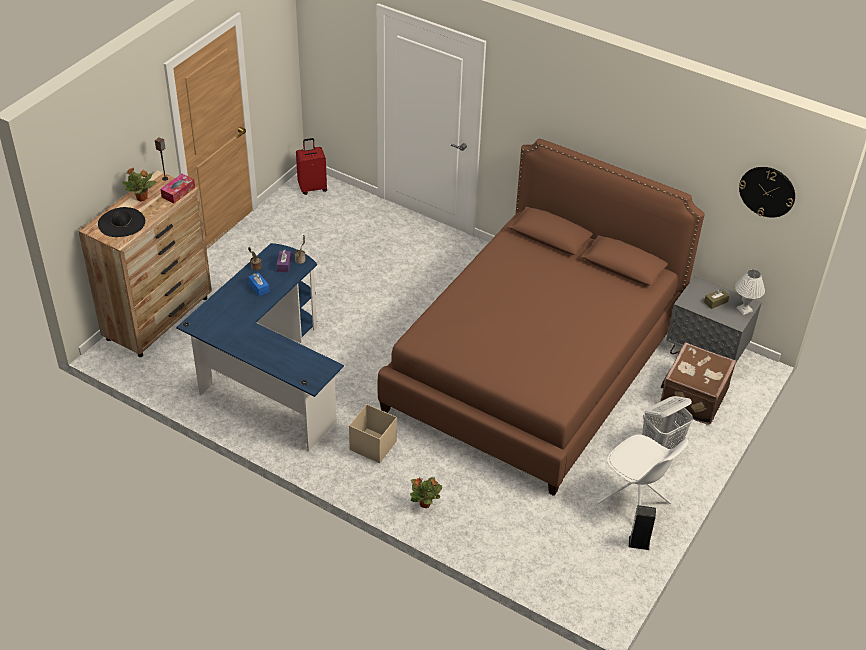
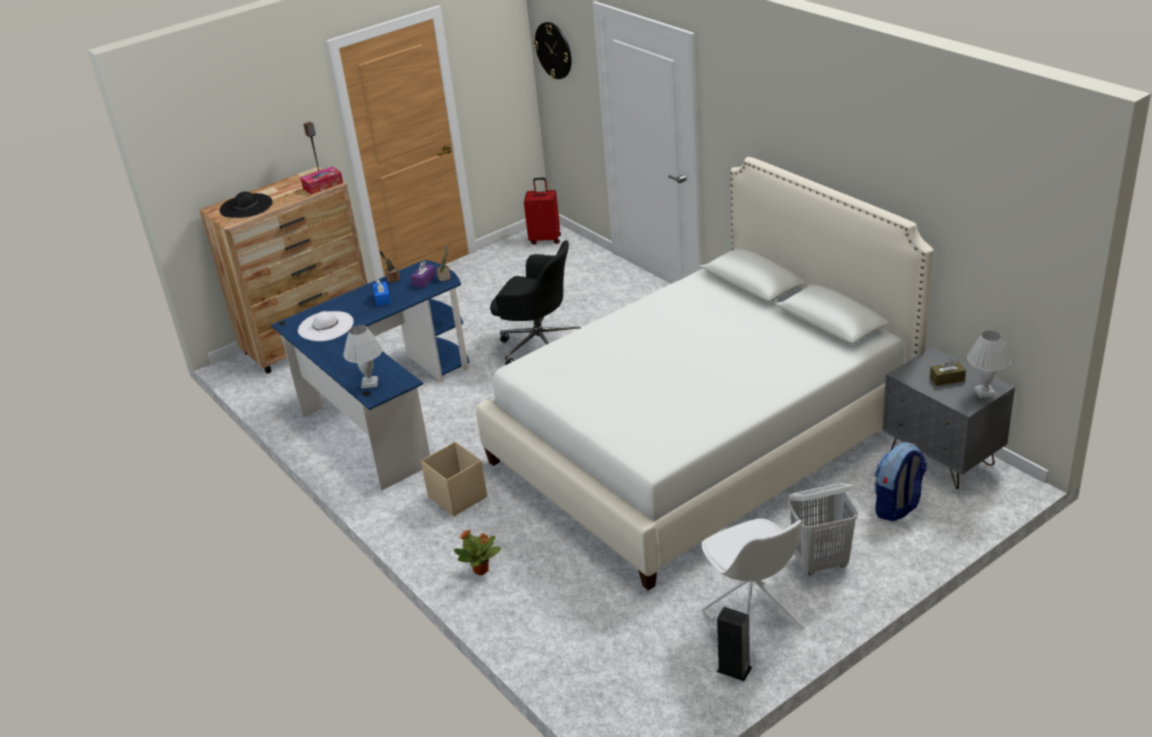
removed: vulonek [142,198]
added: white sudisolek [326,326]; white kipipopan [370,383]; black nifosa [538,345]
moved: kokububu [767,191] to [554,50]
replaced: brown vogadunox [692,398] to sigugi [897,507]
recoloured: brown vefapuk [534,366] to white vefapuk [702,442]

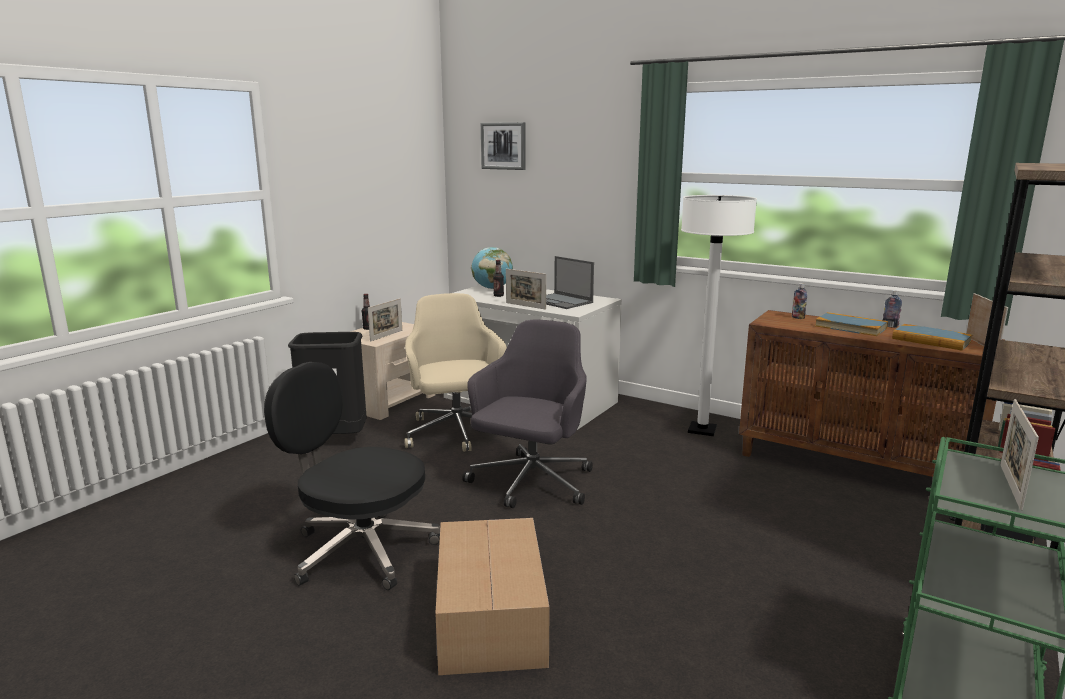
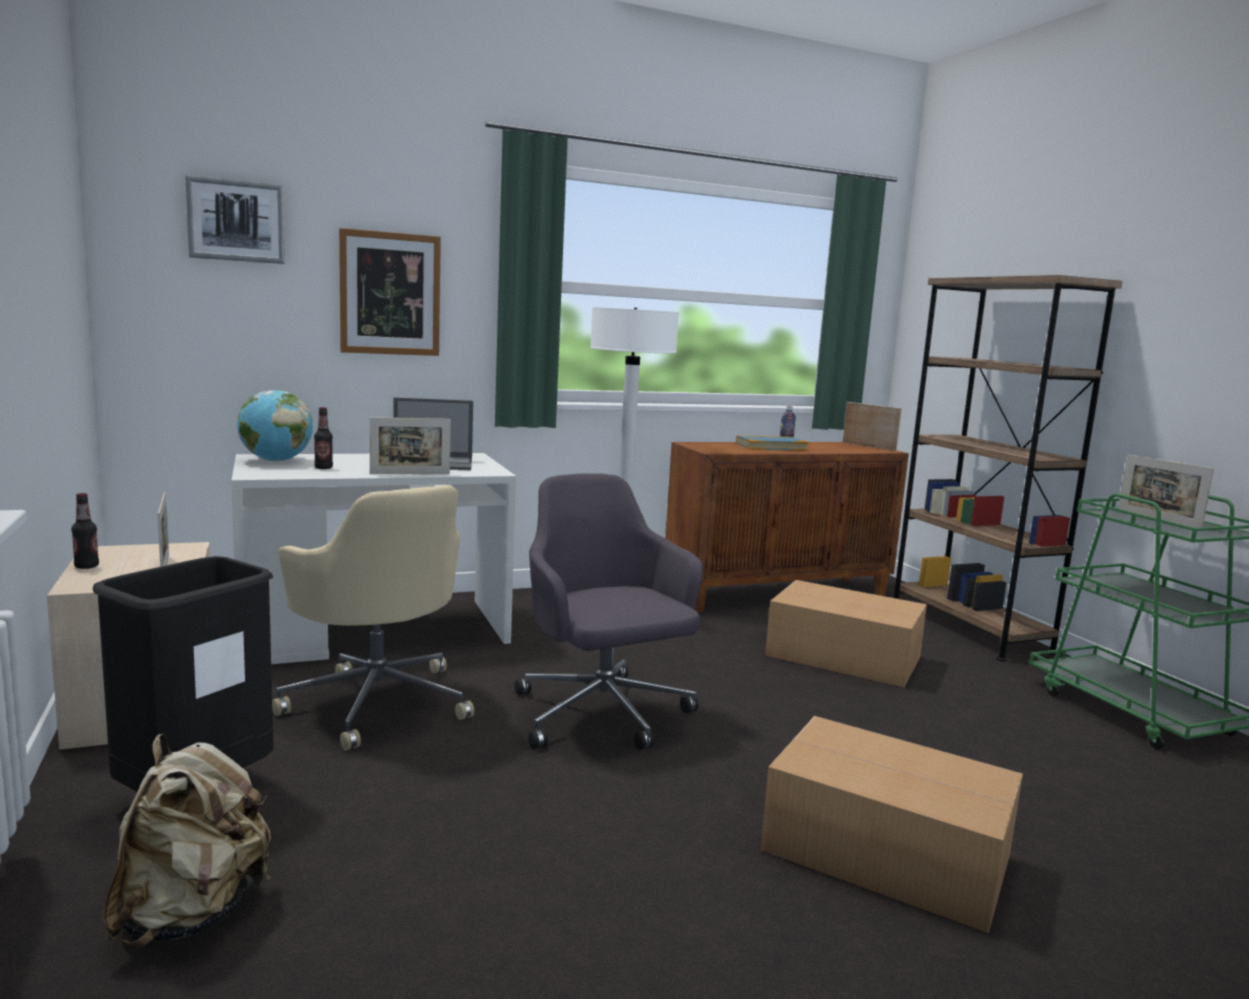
removed: black nifosa [360,550]; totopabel [798,317]; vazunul [931,340]
added: beige sigugi [191,914]; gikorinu [390,294]; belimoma [845,657]
turned: beige nifosa [456,433] = [377,702] 150 degrees counterclockwise

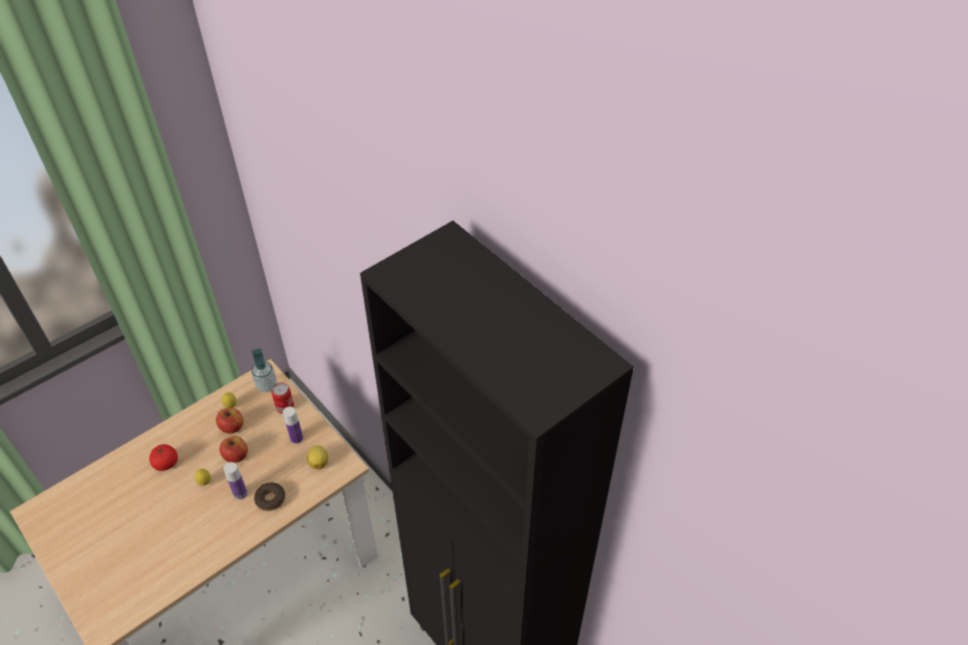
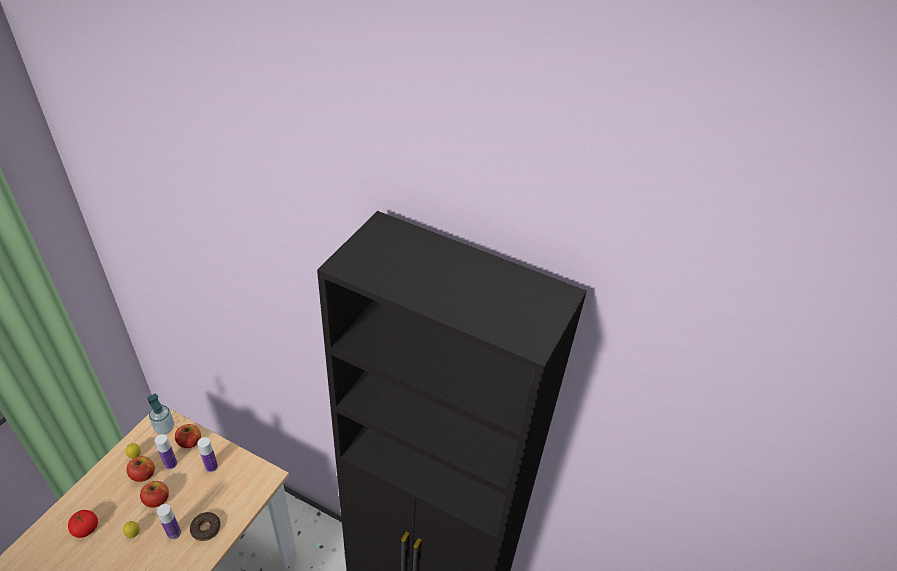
removed: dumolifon [319,462]
added: totopabel [170,464]
replaced: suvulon [285,407] to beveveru [190,442]

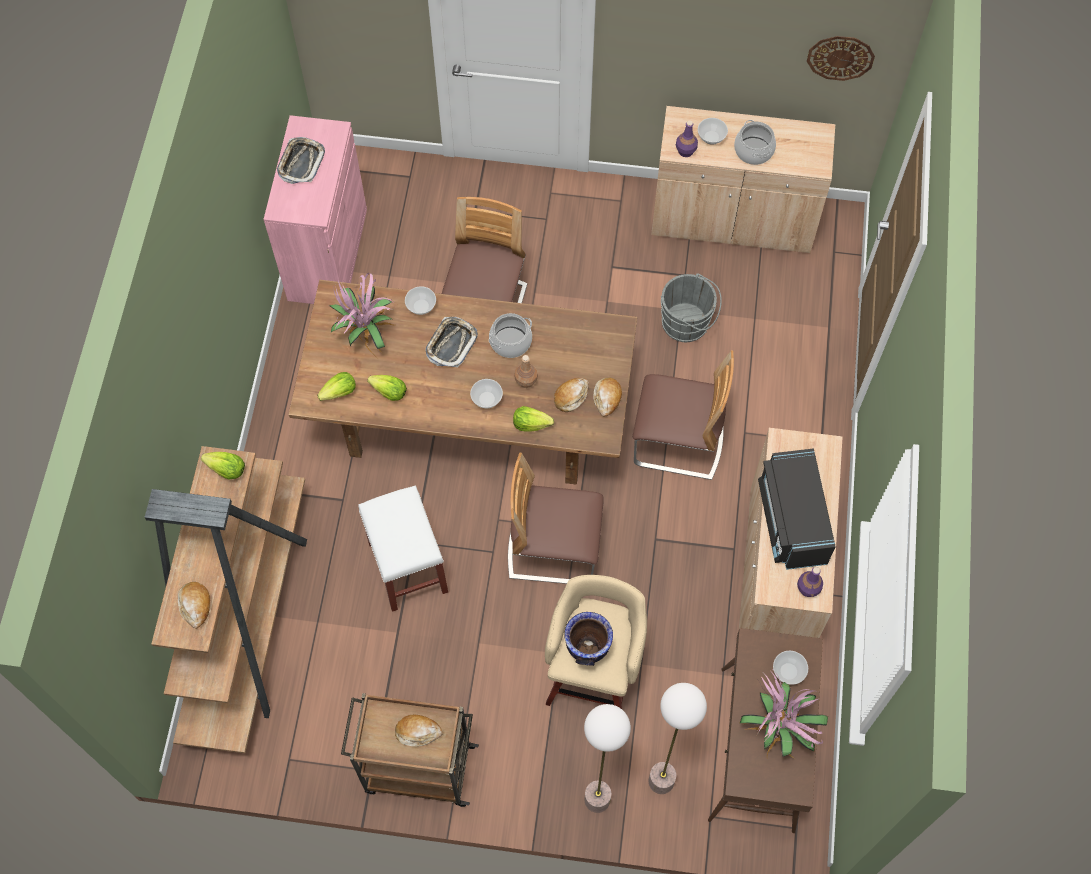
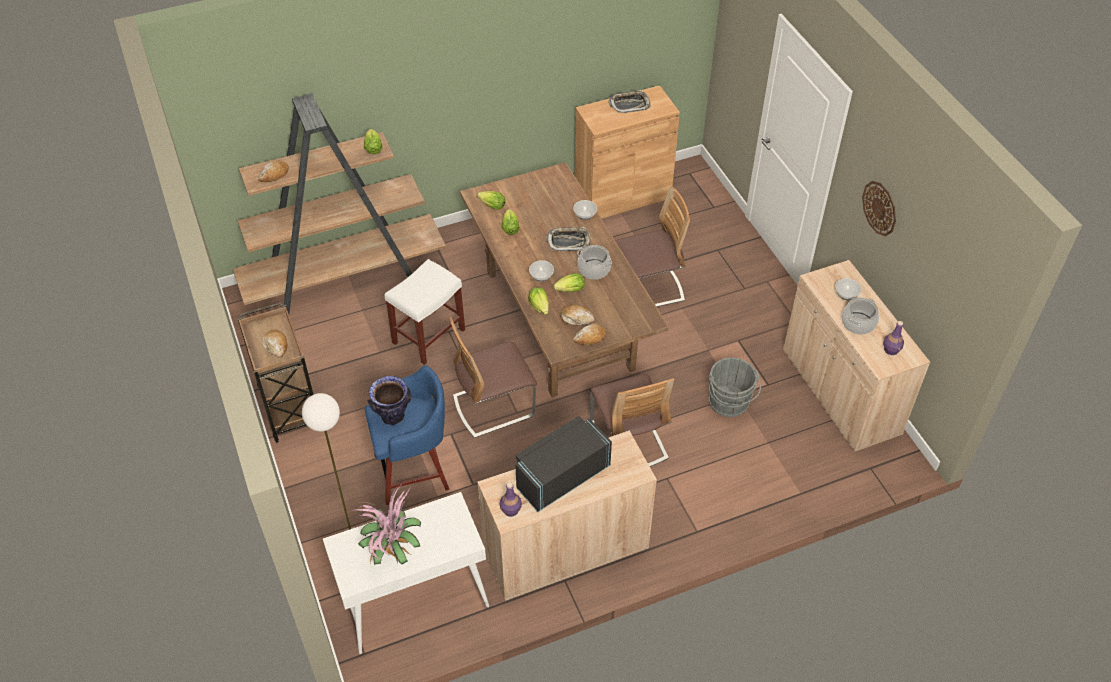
removed: vulonek [366,332]; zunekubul [597,800]; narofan [788,671]
moved: purple totopabel [685,150] to [891,350]; kokububu [840,57] to [879,208]
replaced: brown totopabel [526,381] to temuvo [570,290]
recoloured: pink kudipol [327,254] to brown kudipol [622,196]; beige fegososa [594,673] to blue fegososa [414,471]; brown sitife [758,750] to white sitife [413,600]
turned: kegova [553,548] = [493,406] 90 degrees counterclockwise

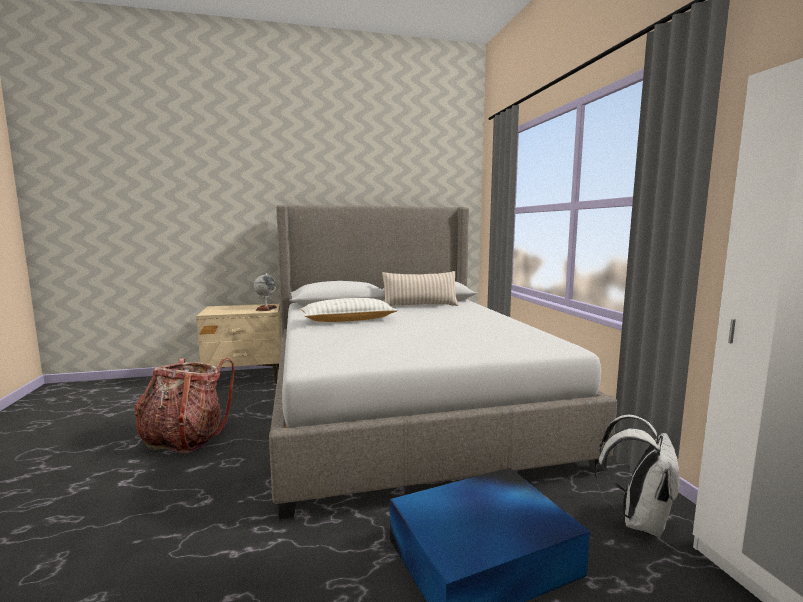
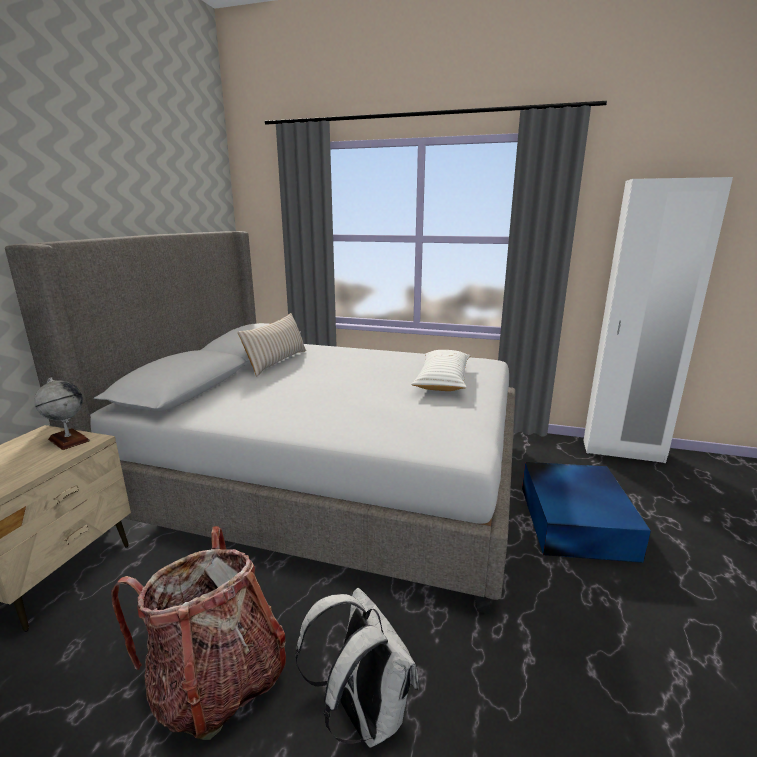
moved: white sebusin [348,320] to [443,380]; white sigugi [638,520] to [363,713]

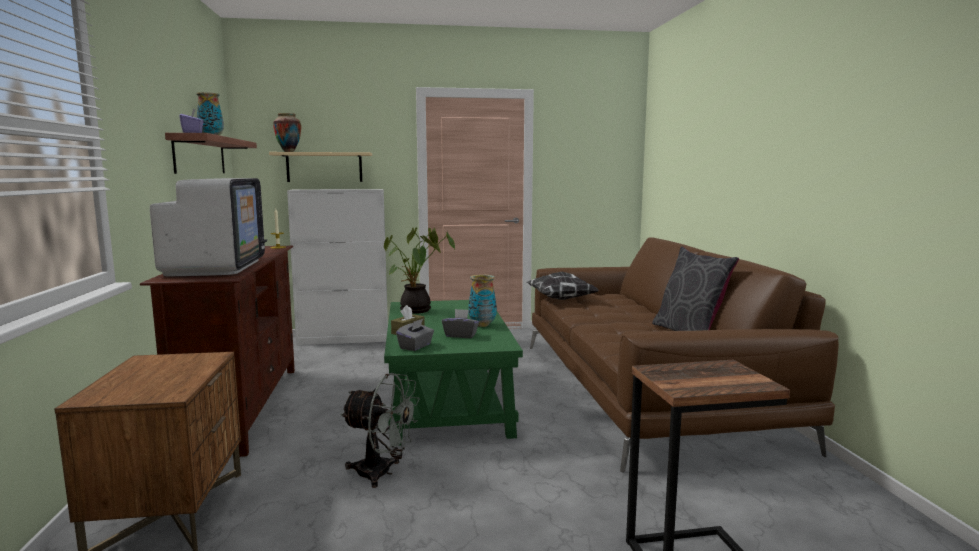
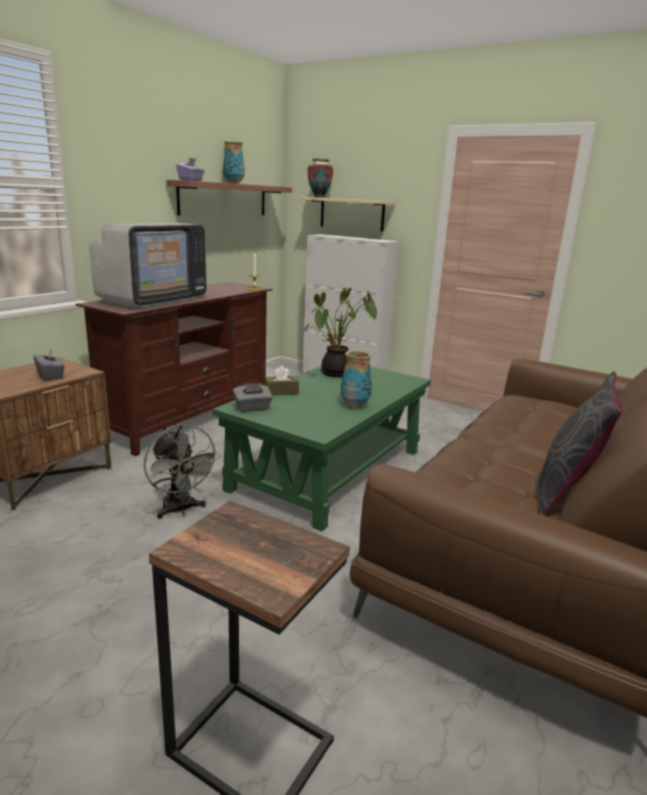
removed: sebusin [562,299]
moved: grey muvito [461,335] to [51,375]

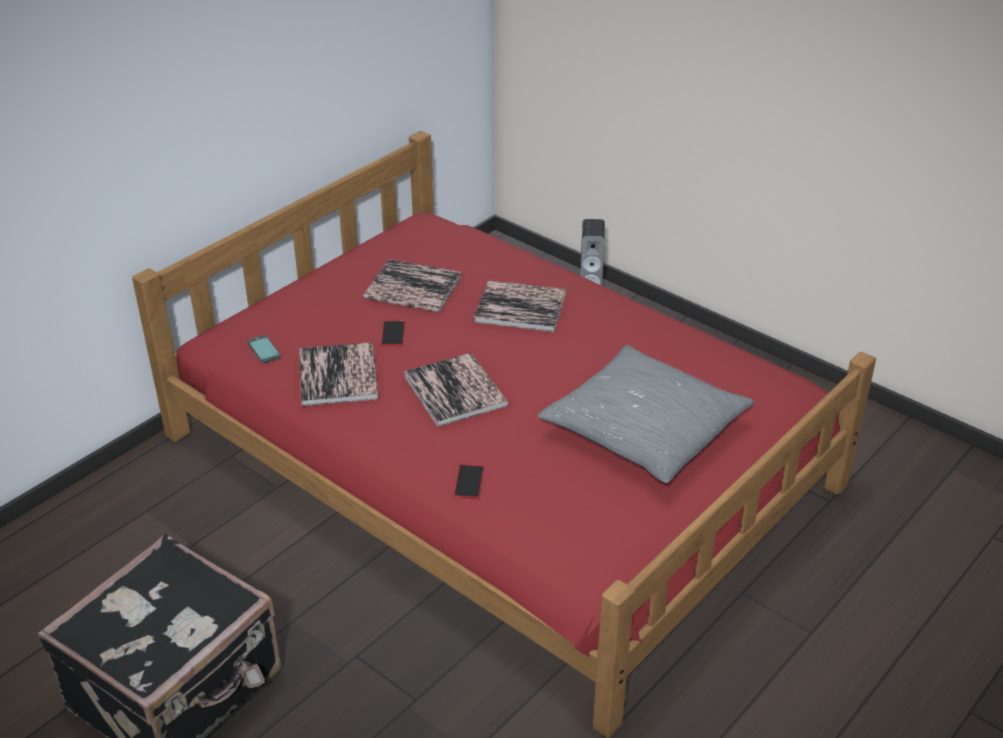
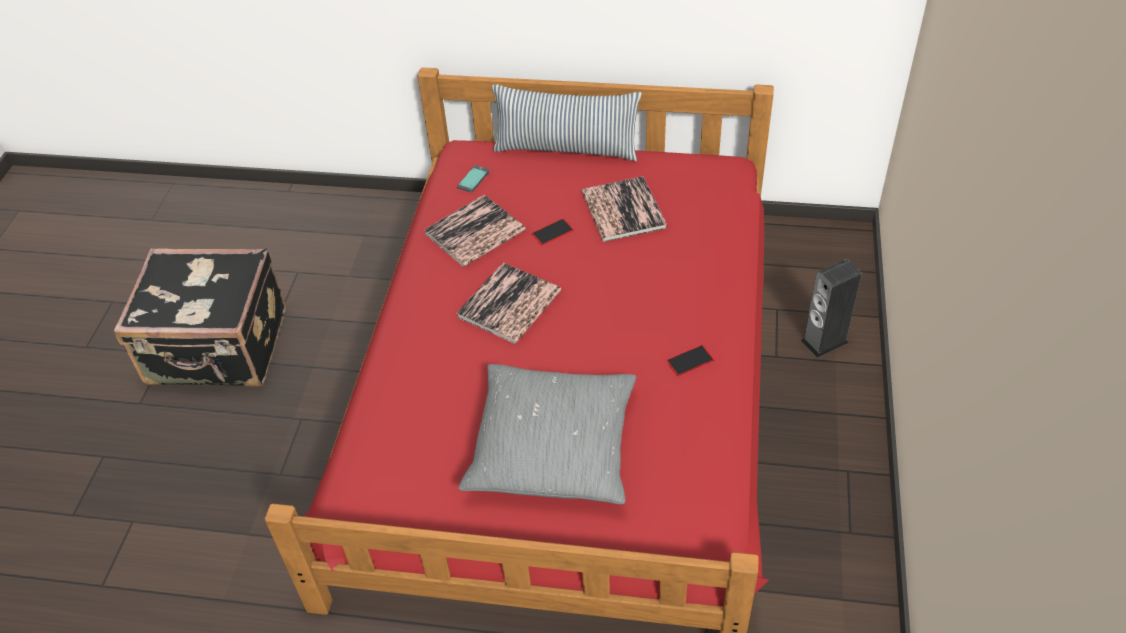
removed: vazunul [520,307]
added: sebusin [566,149]
moved: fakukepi [469,481] to [690,360]

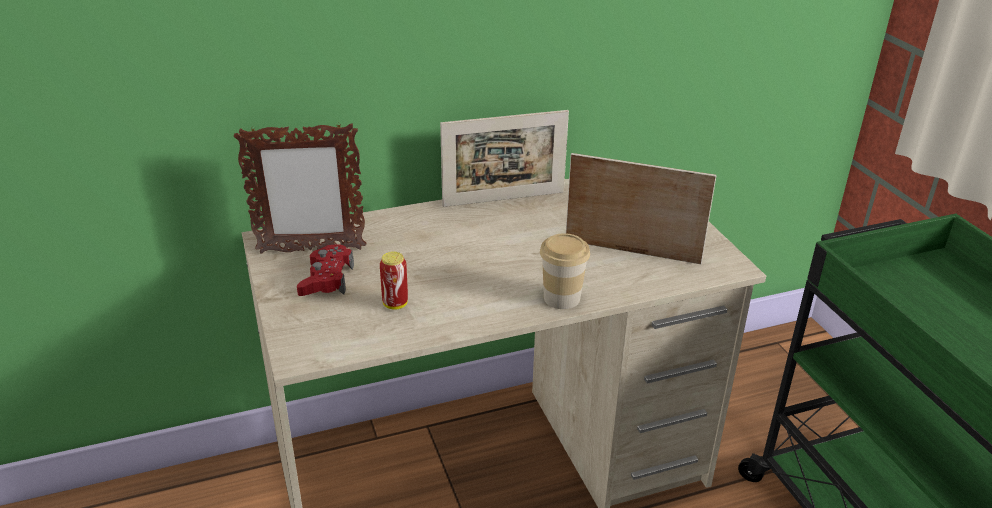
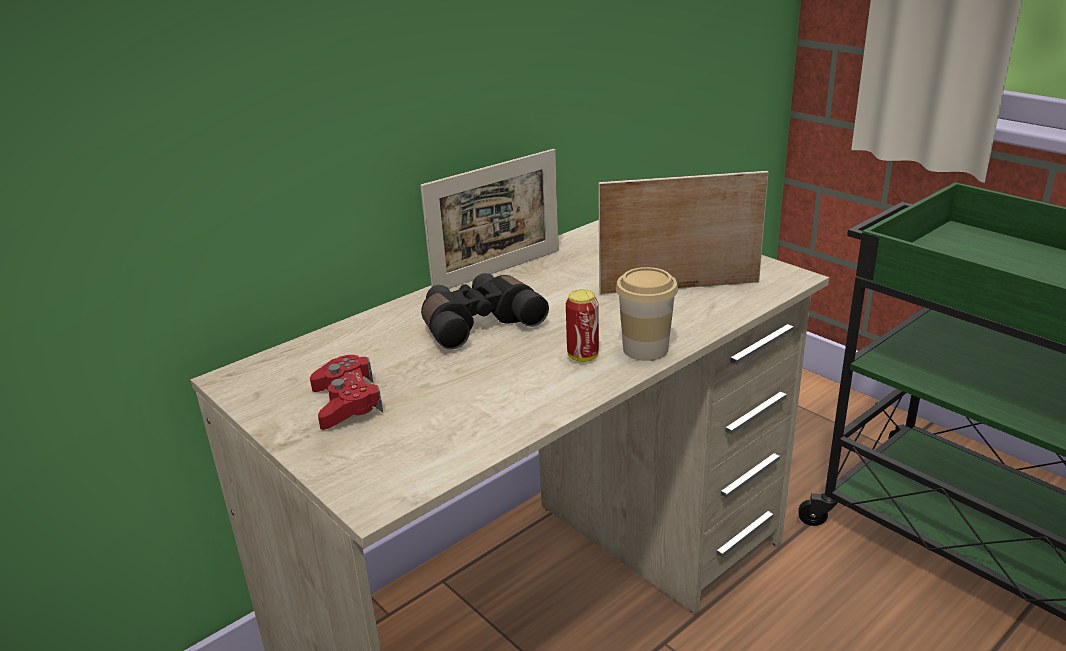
removed: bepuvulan [310,250]
added: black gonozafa [478,323]
moved: suvulon [395,304] to [583,356]

